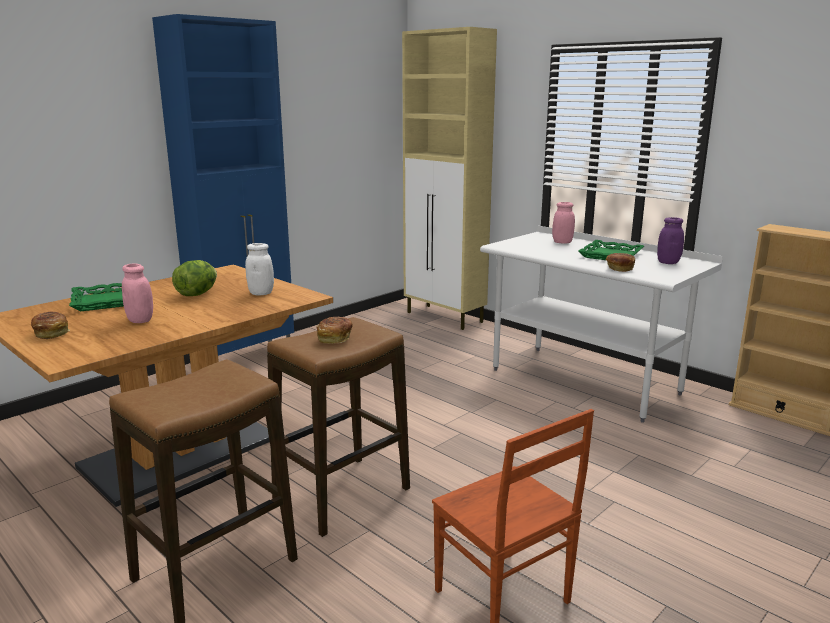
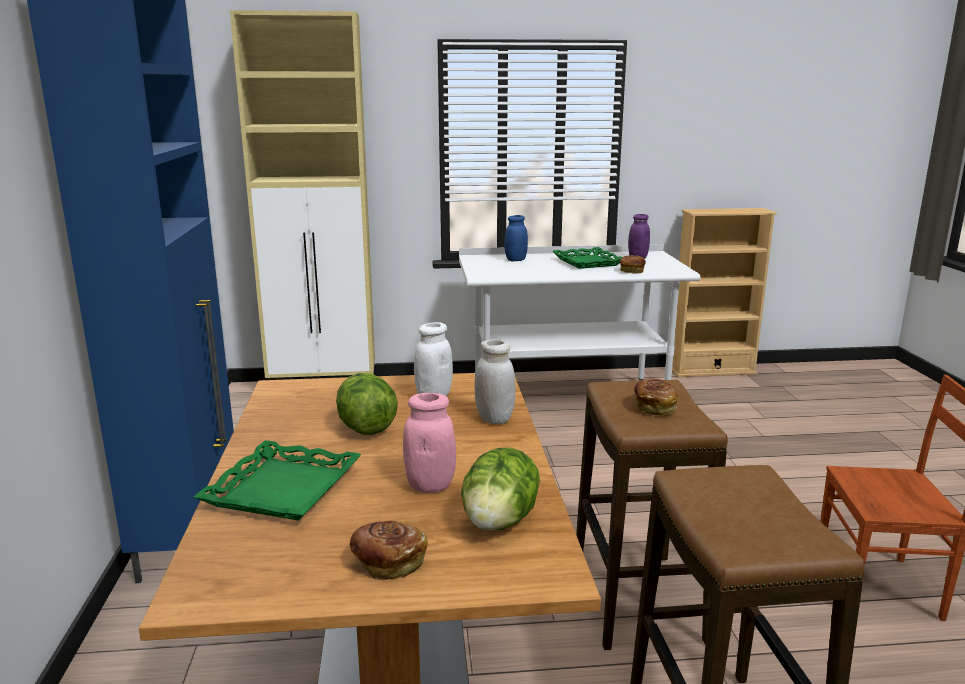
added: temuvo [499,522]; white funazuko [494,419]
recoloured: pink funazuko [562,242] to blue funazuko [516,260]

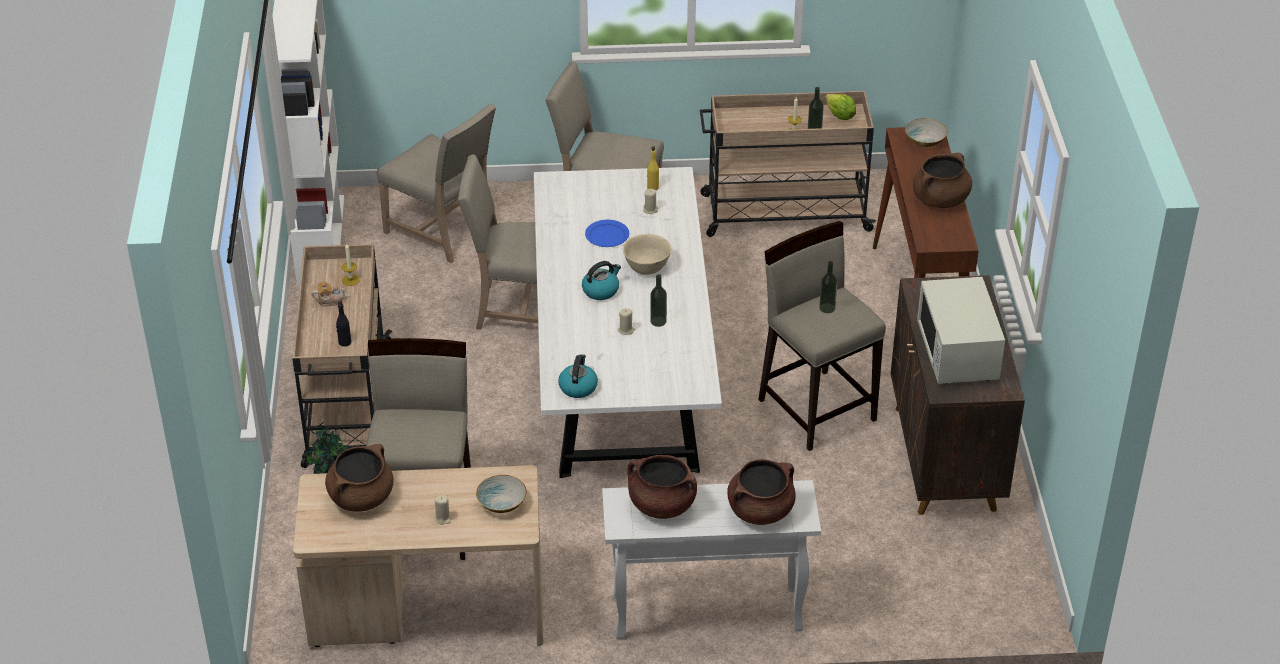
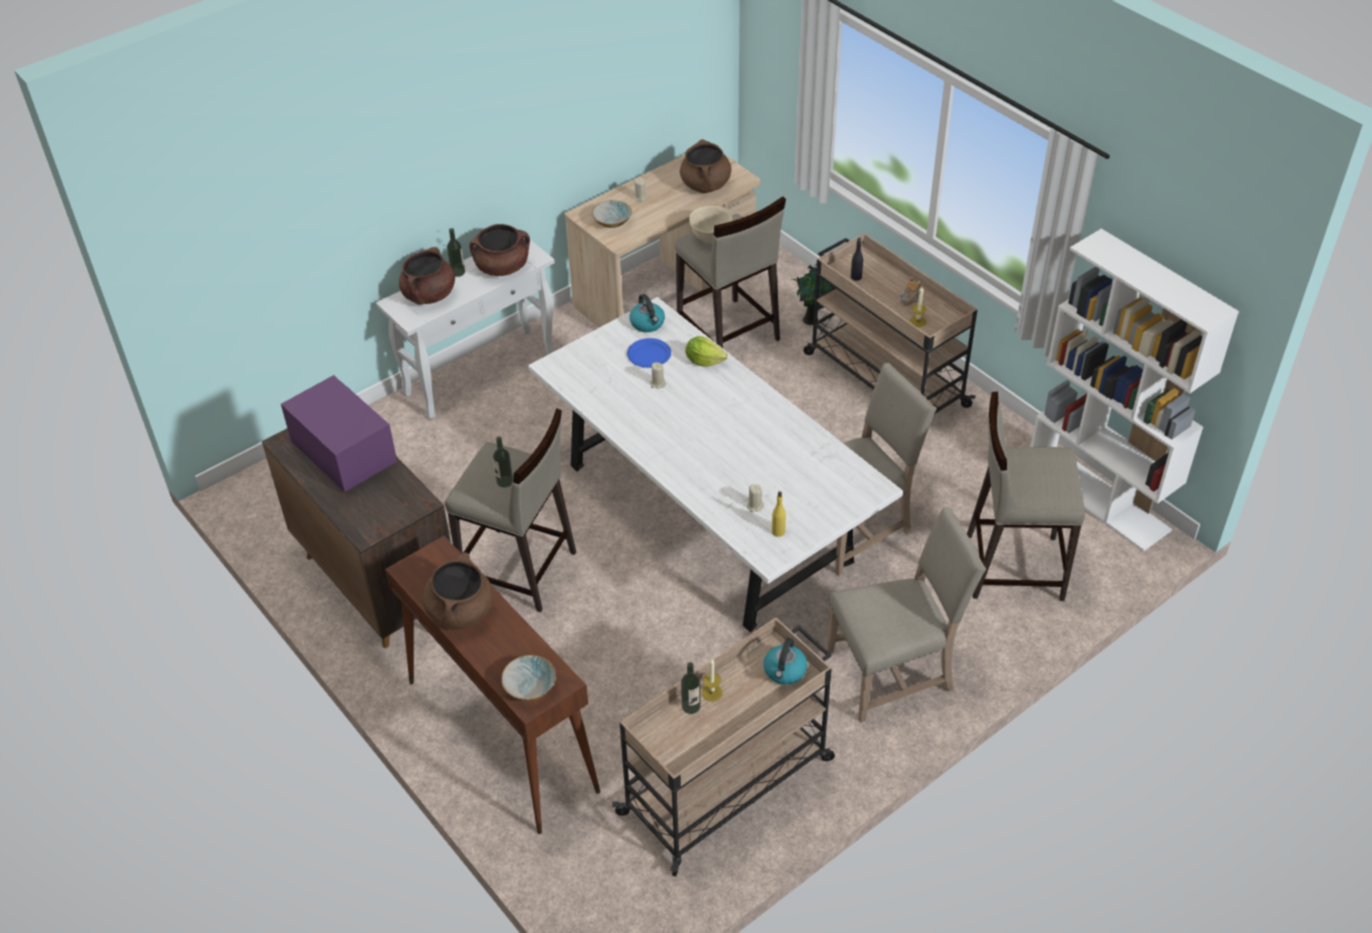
moved: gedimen [601,290] to [785,671]; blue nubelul [606,235] to [649,355]; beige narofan [647,268] to [710,237]; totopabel [658,321] to [457,272]; temuvo [840,116] to [704,361]
replaced: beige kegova [444,231] to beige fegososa [1013,566]
recoloured: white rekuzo [958,353] to purple rekuzo [343,455]

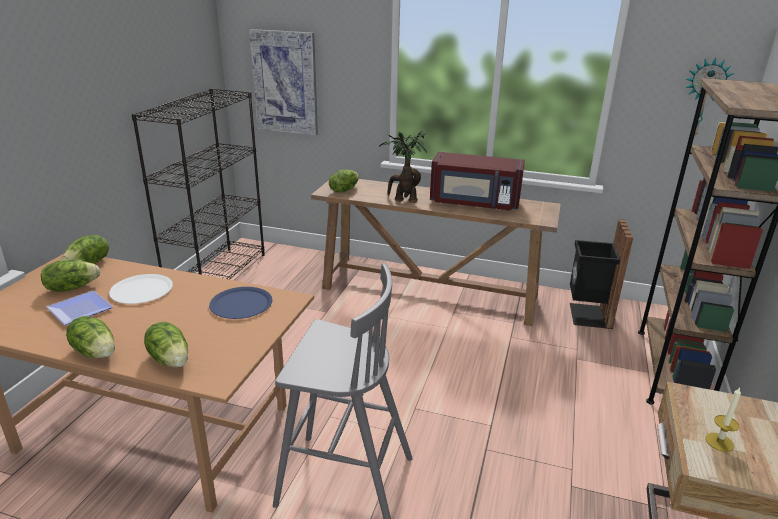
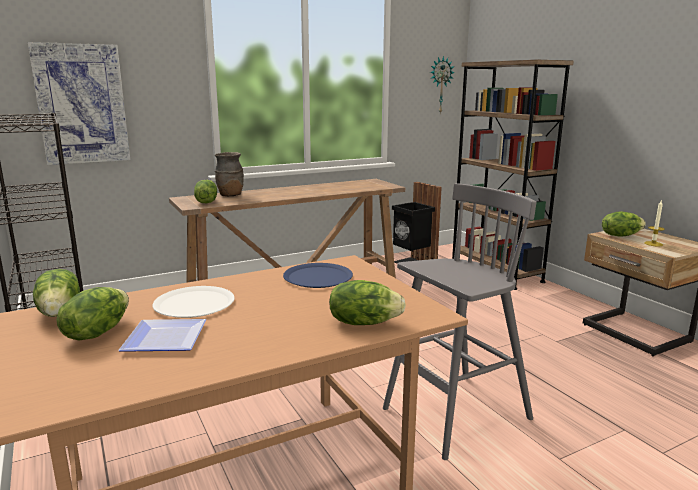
removed: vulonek [403,200]; red rekuzo [474,203]
added: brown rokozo [230,195]
moved: temuvo [96,352] to [620,235]

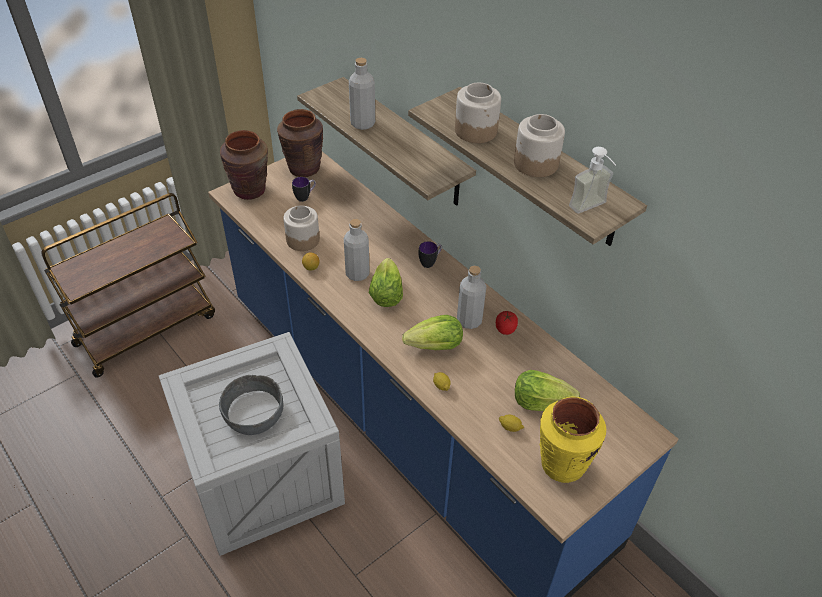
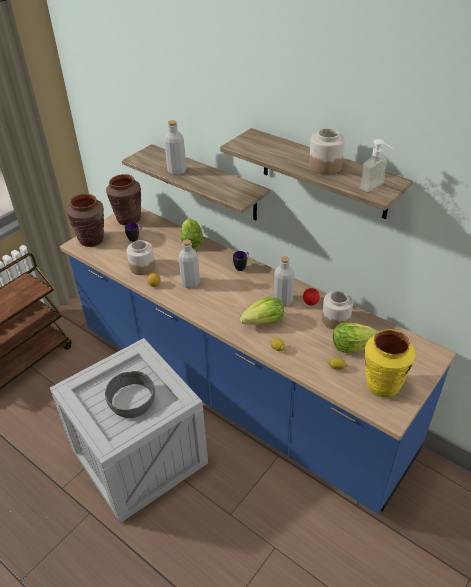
moved: temuvo [386,294] to [191,241]; funazuko [476,130] to [336,319]

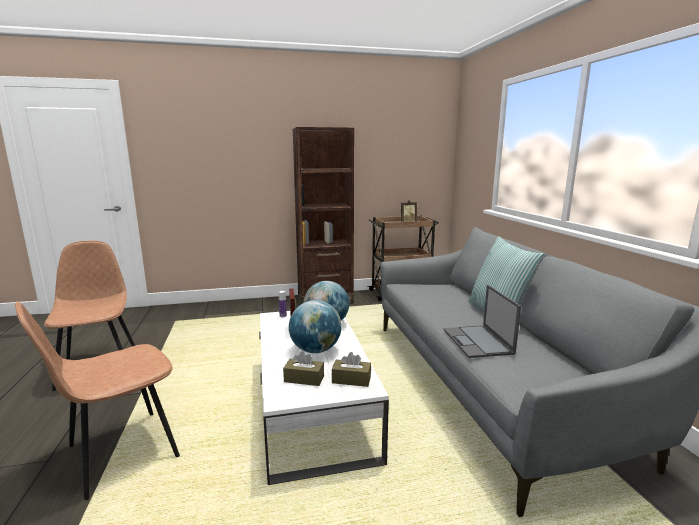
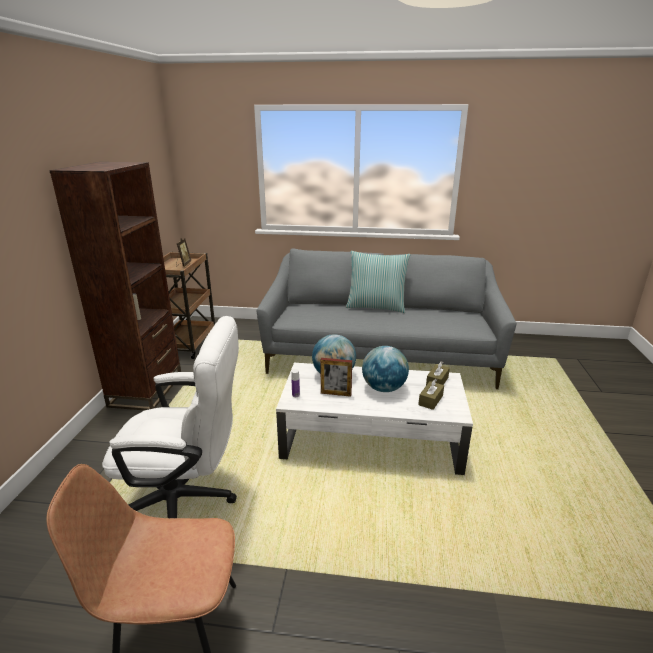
removed: brown kegova [119,453]; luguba [478,342]
added: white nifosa [187,501]

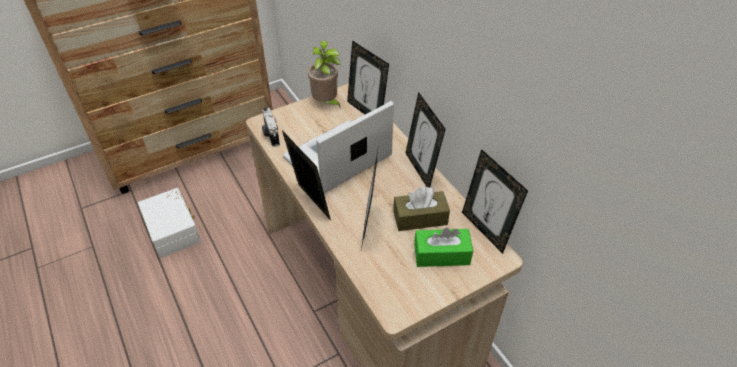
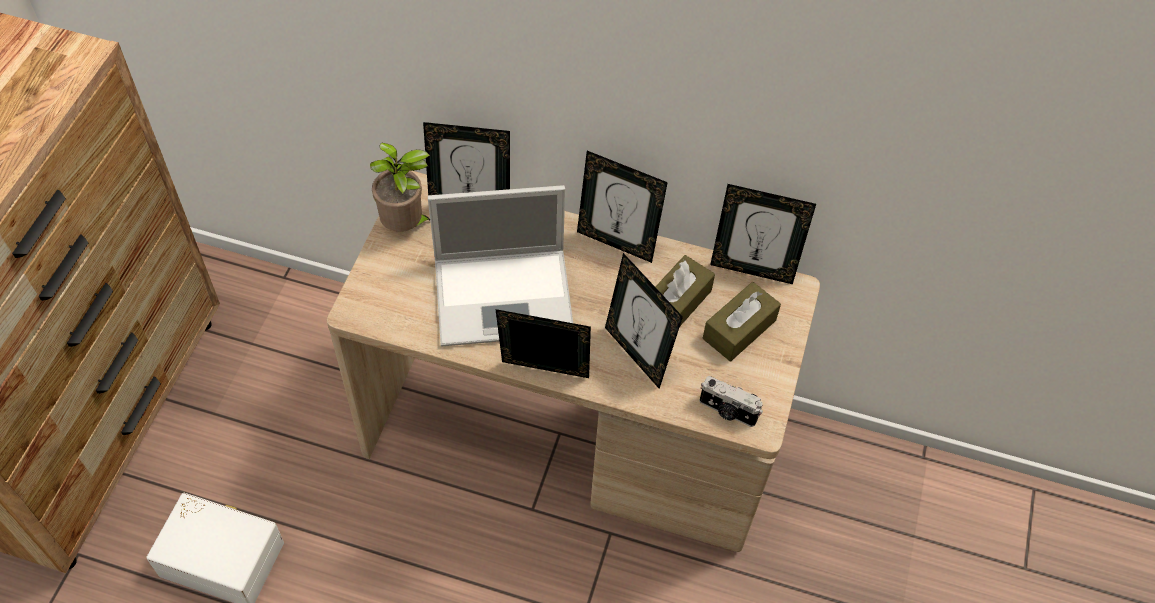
moved: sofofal [271,135] to [727,411]
recoloured: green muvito [441,254] to brown muvito [739,329]
turned: luguba [336,158] = [506,296] 105 degrees counterclockwise

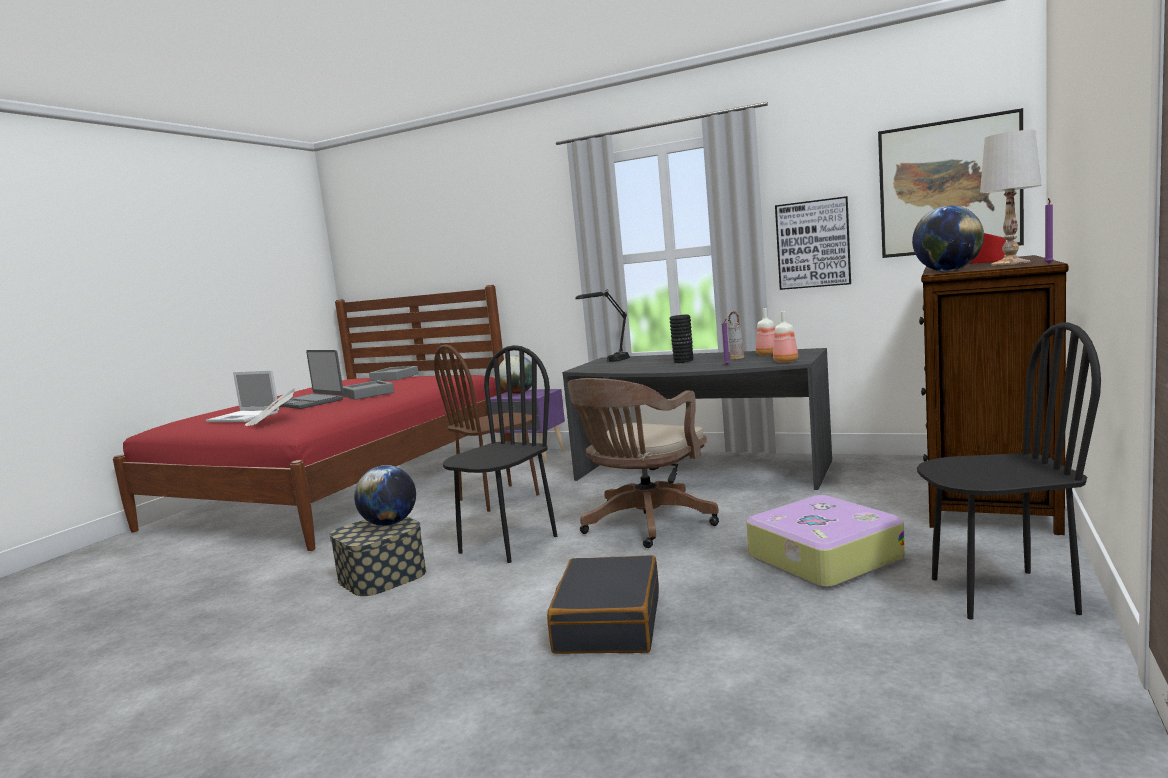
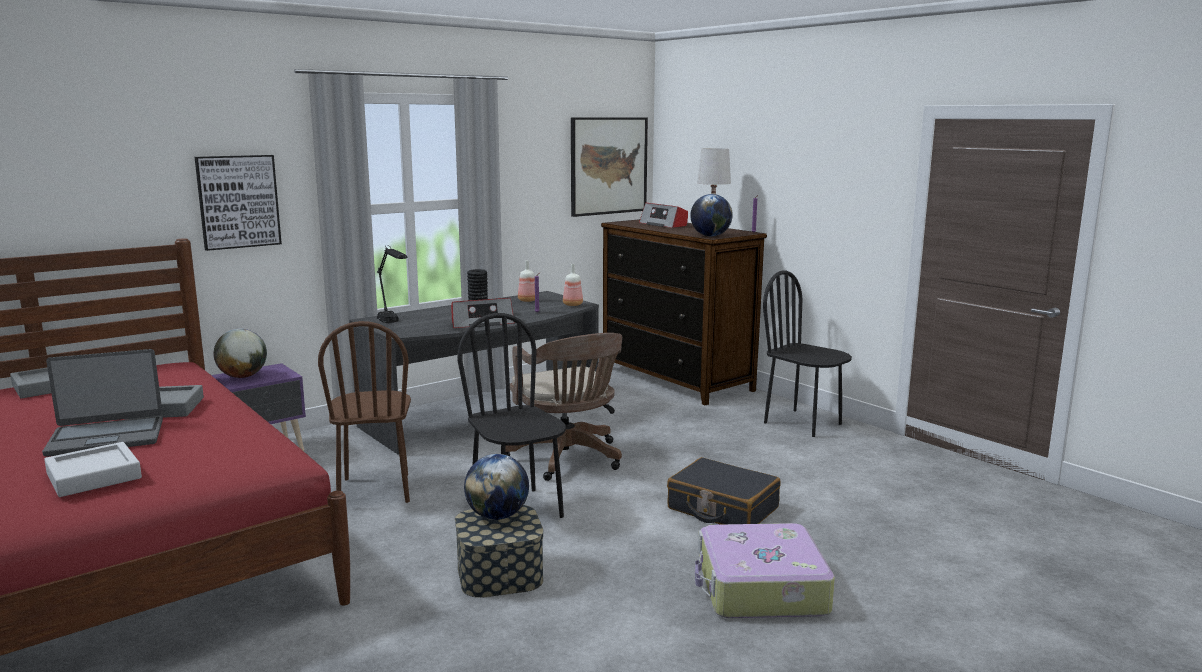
removed: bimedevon [273,421]; rokozo [736,358]
added: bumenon [481,323]
moved: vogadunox [822,558] to [760,588]; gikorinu [813,244] to [238,201]
replaced: luguba [244,417] to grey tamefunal [94,476]
turned: black kegova [1001,594] = [803,423] 75 degrees counterclockwise

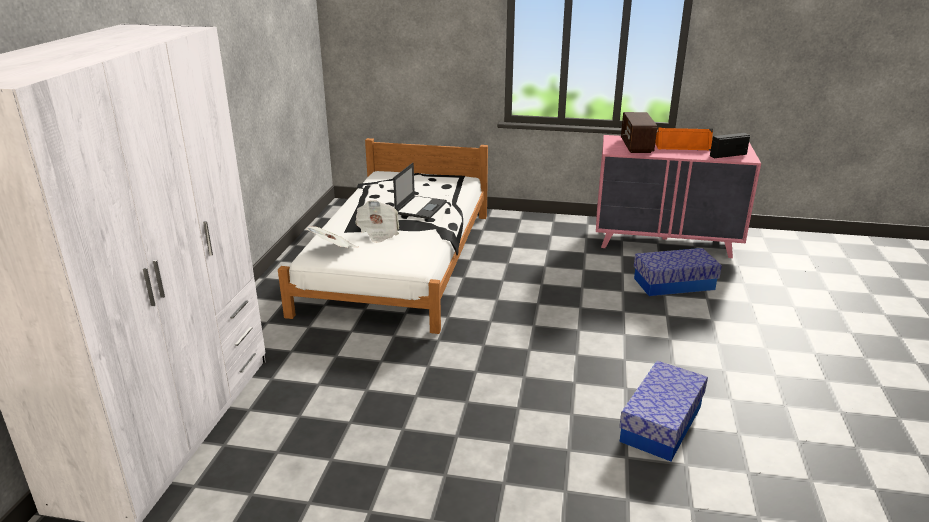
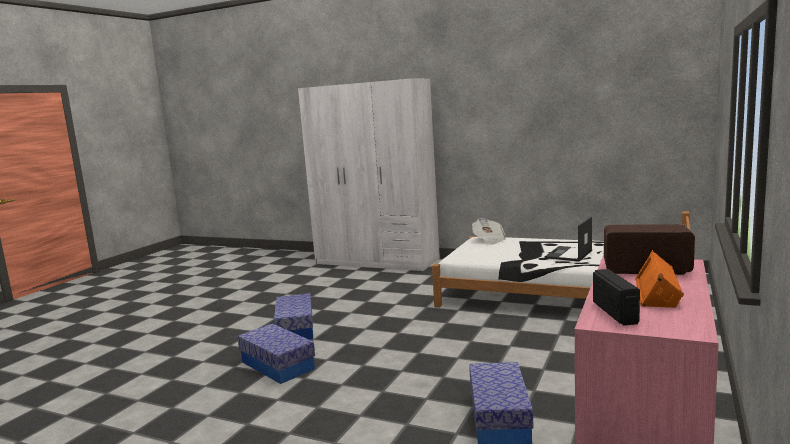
removed: bimedevon [378,233]
added: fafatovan [295,329]
turned: luguba [421,207] = [568,254] 90 degrees clockwise

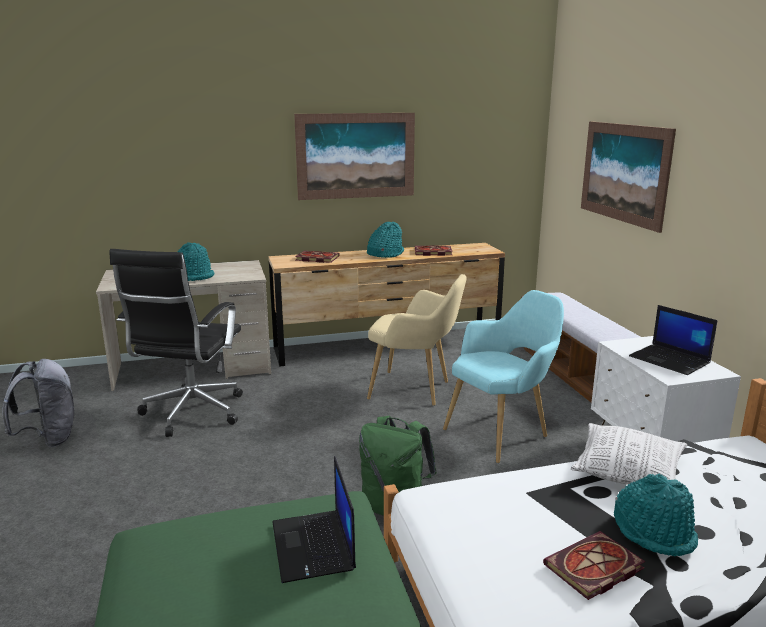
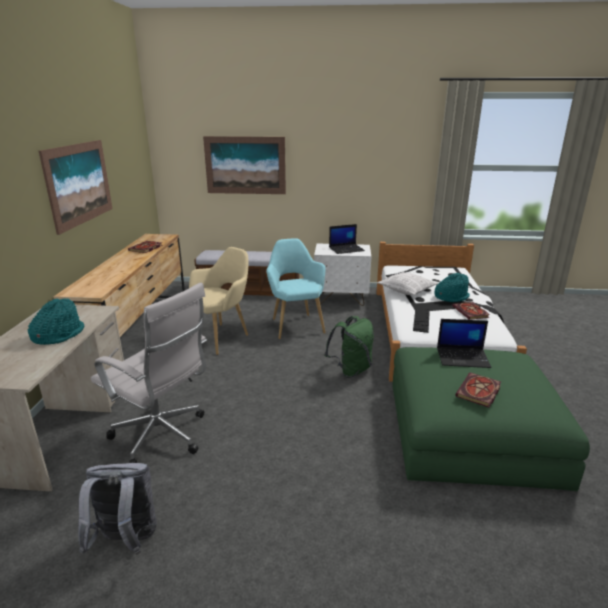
removed: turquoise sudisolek [385,254]
added: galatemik [421,319]
moved: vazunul [316,258] to [479,392]
recoloured: black nifosa [191,414] to white nifosa [163,437]

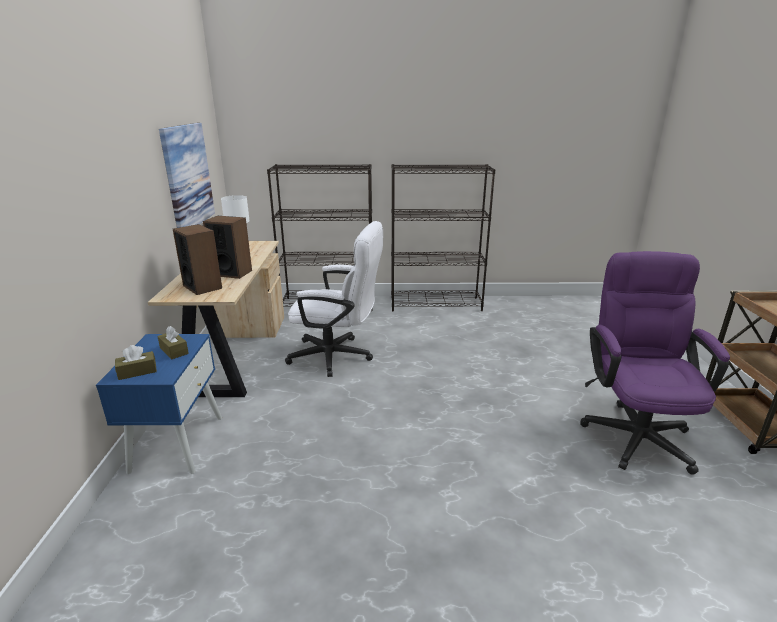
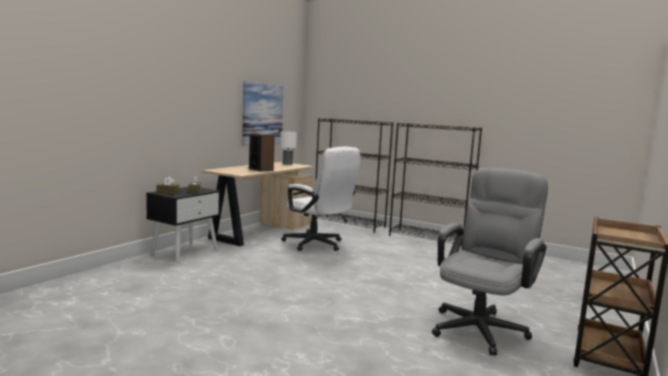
removed: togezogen [202,287]
recoloured: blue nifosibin [177,442] to black nifosibin [184,252]; purple nifosa [634,431] to grey nifosa [481,326]

